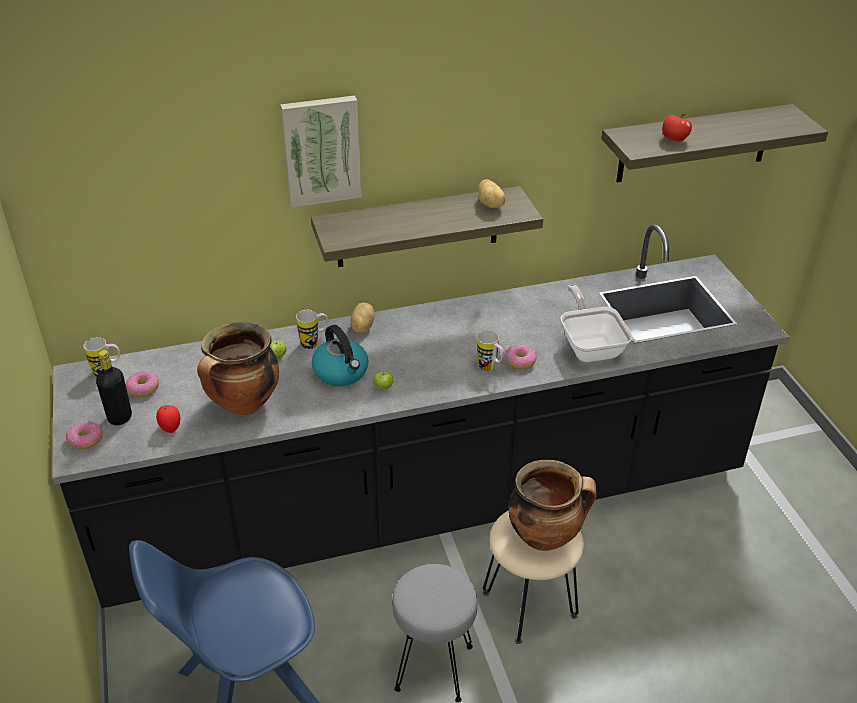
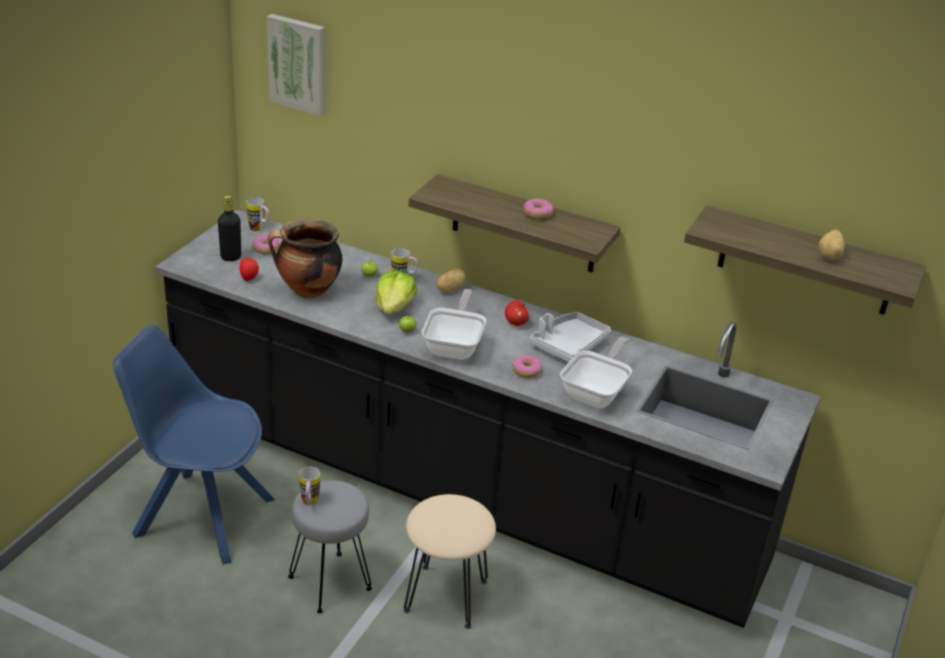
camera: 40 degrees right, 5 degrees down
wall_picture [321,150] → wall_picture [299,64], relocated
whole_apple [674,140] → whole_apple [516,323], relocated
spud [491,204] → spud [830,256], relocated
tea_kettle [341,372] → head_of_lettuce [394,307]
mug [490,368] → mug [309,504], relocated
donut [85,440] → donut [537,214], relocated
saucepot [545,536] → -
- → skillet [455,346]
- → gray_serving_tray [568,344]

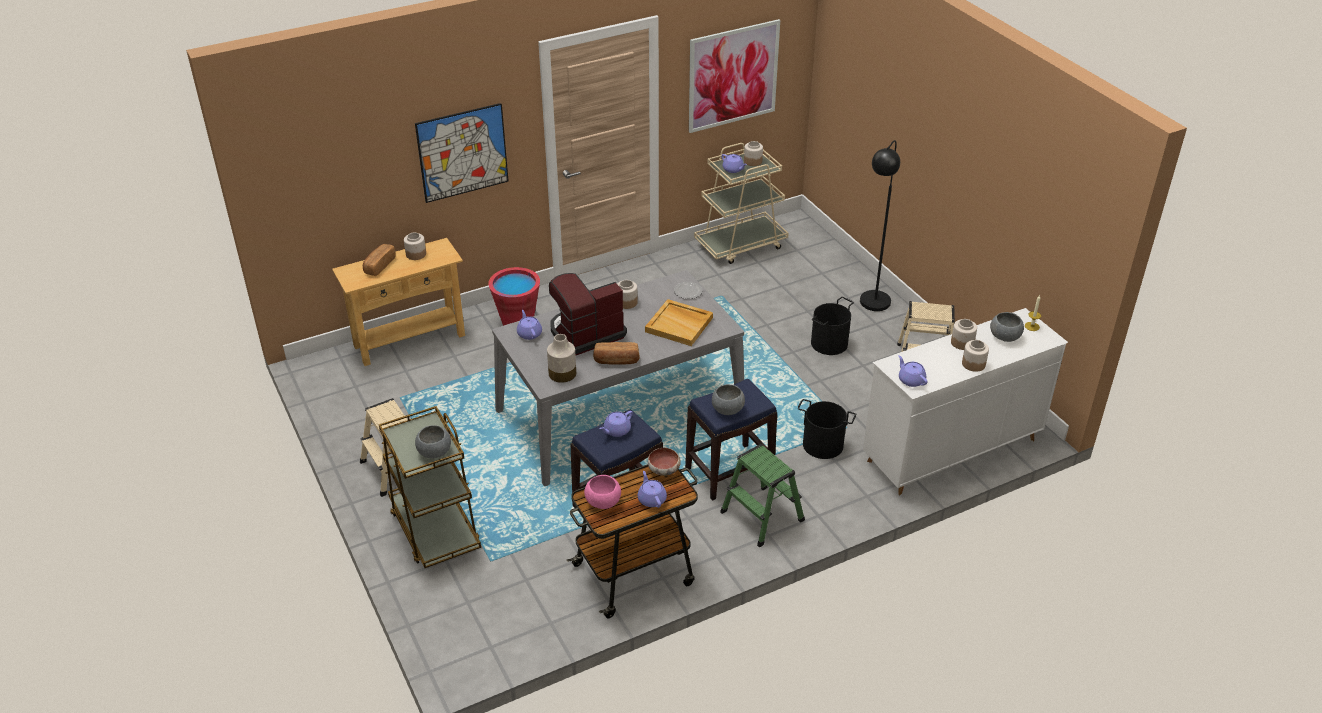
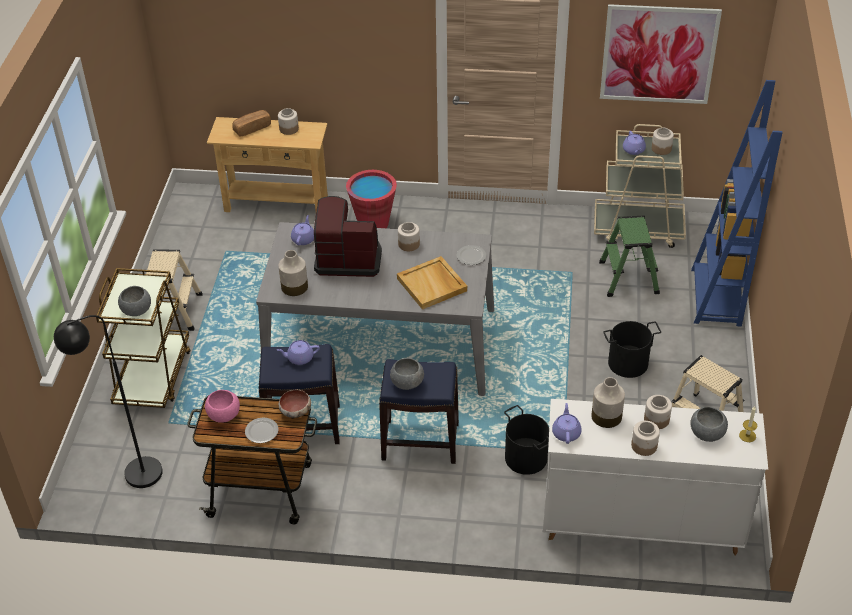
camera: 35 degrees right, 5 degrees up
wall_picture [462,153] → -
black_standard_lamp [872,307] → black_standard_lamp [132,478], relocated
bread [616,361] → -
greenish_step_stool [762,516] → greenish_step_stool [629,277], relocated
purplish_pot_for_tea [651,499] → dinner_plate [261,431]
- → bluish_bookshelf [716,297]
- → beige_vase [606,416]

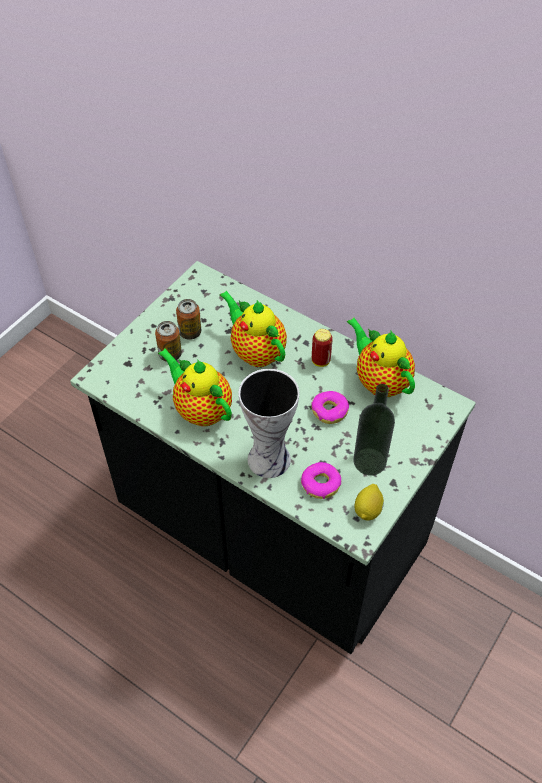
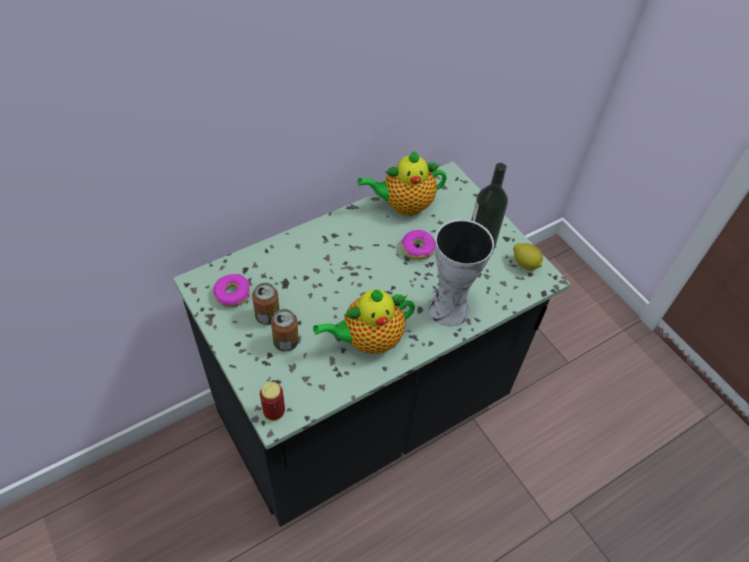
camera: 70 degrees left, 0 degrees up
pot_for_tea [256,351] → -
sealed_can [320,361] → sealed_can [274,412], relocated
donut [320,484] → donut [232,294], relocated

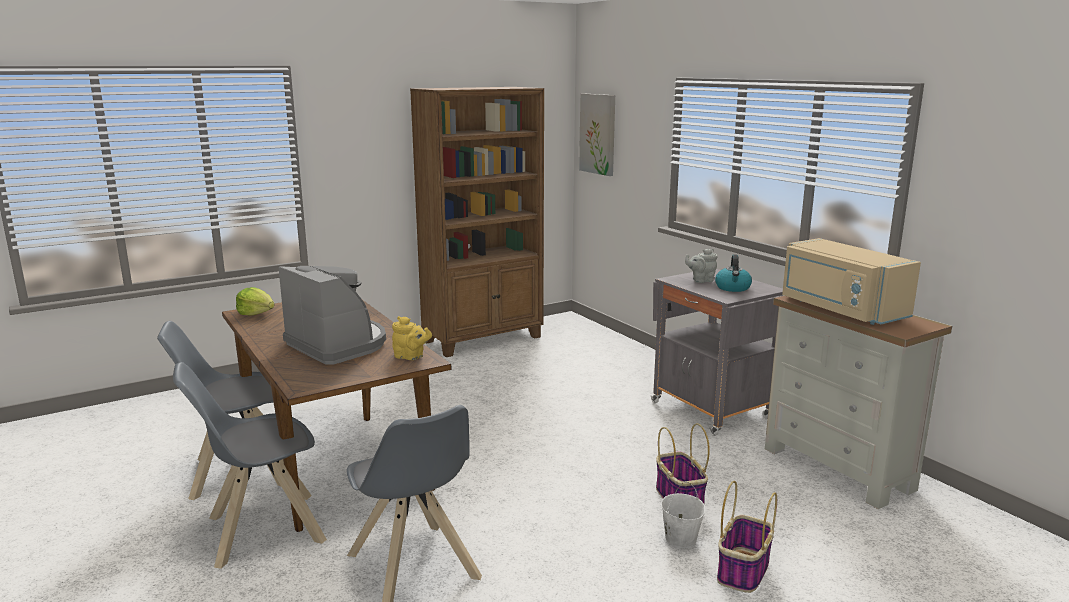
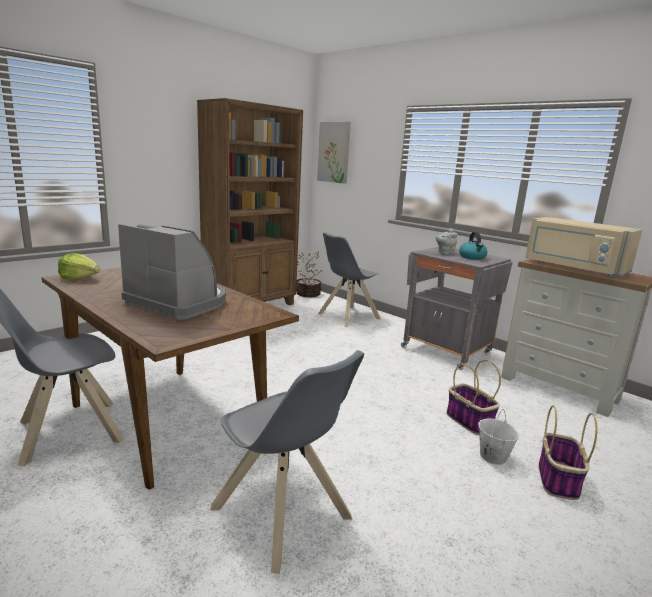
camera: 15 degrees left, 0 degrees up
yellowish_pot_for_tea [411,357] → -
gray_chair [262,530] → gray_chair [347,316], relocated
- → plant_in_a_pot [308,294]

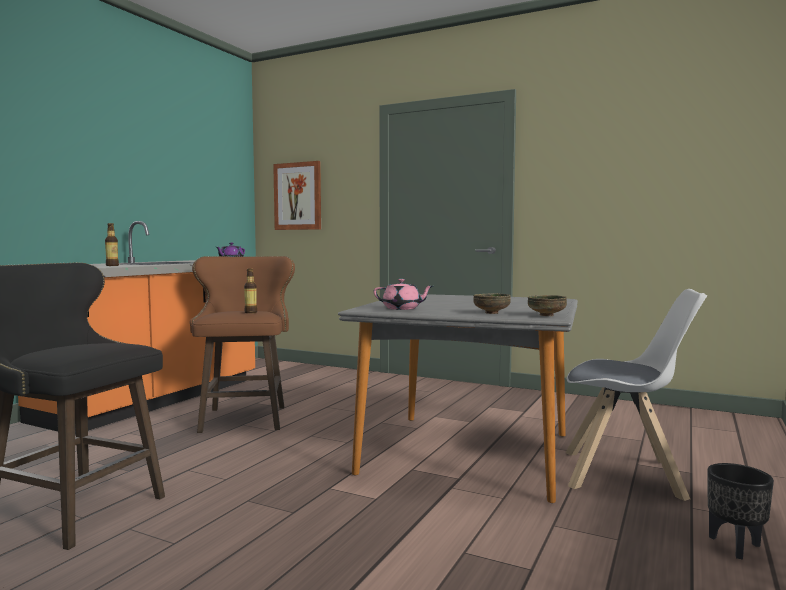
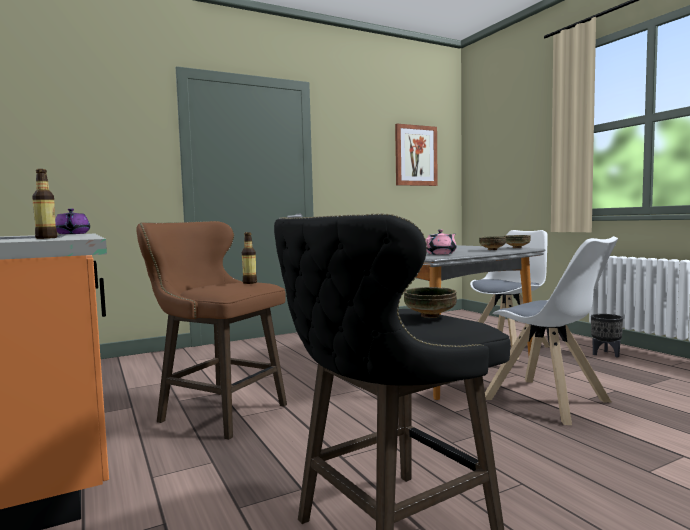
camera: 55 degrees left, 0 degrees up
wall_picture [298,196] → wall_picture [415,155], relocated
- → chair [549,402]
- → bowl [430,316]

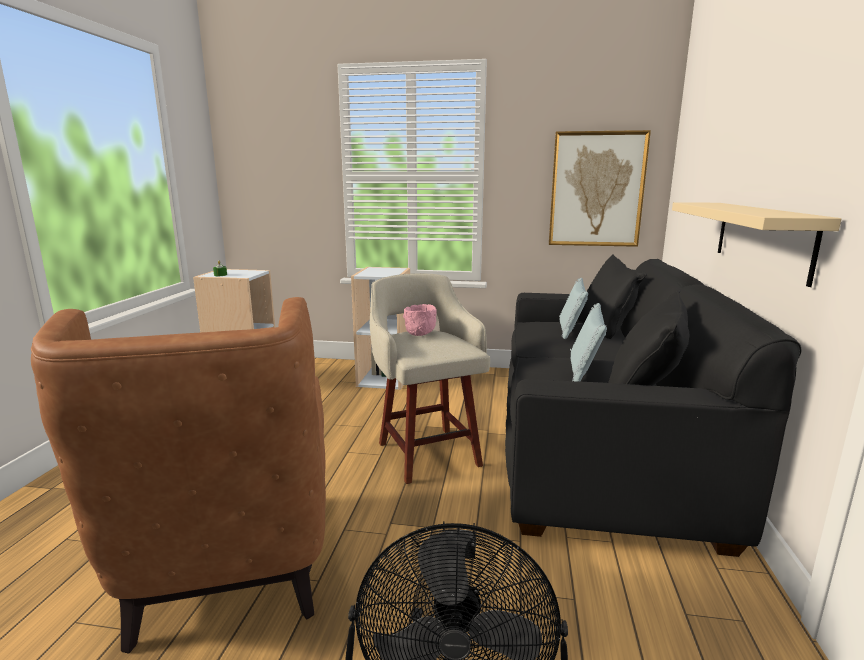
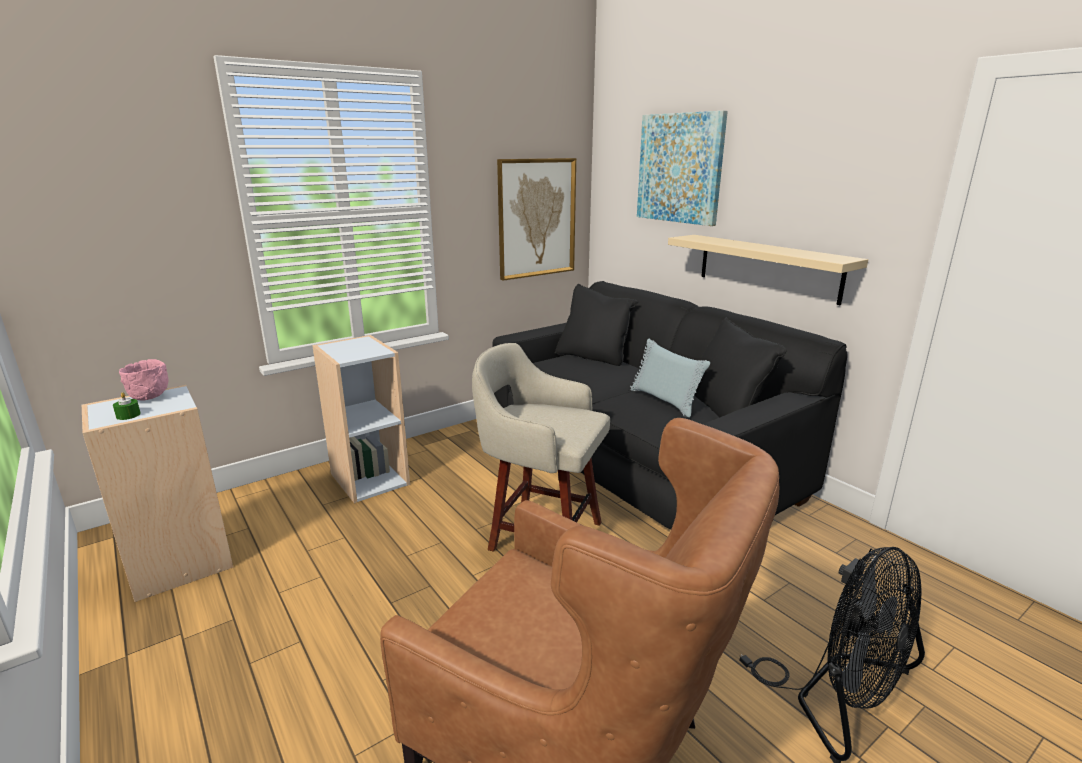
camera: 45 degrees left, 5 degrees up
bluish_pillow [571,329] → -
pinkish_bowl [421,335] → pinkish_bowl [151,397], relocated
- → wall_picture [680,168]

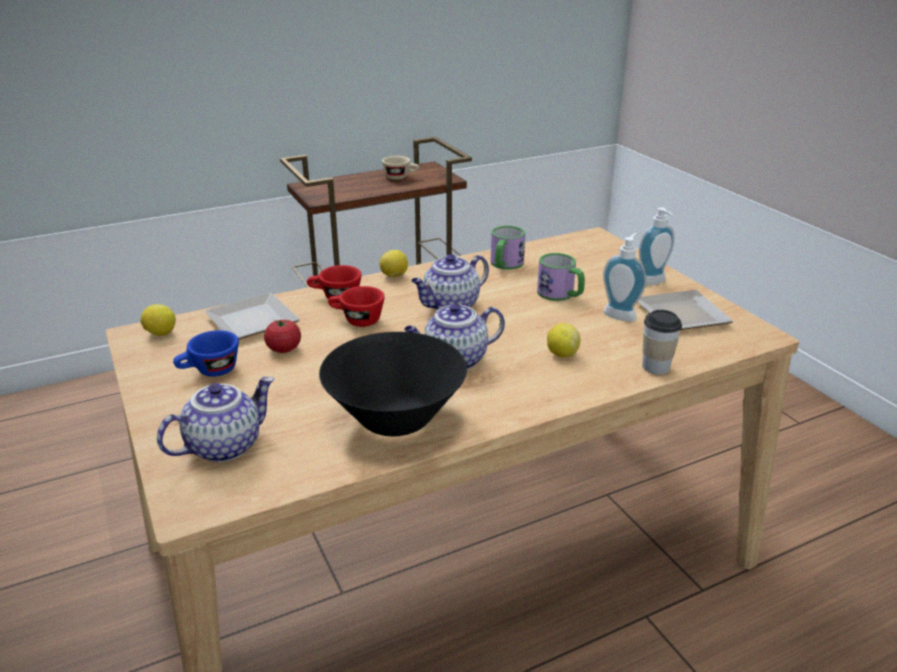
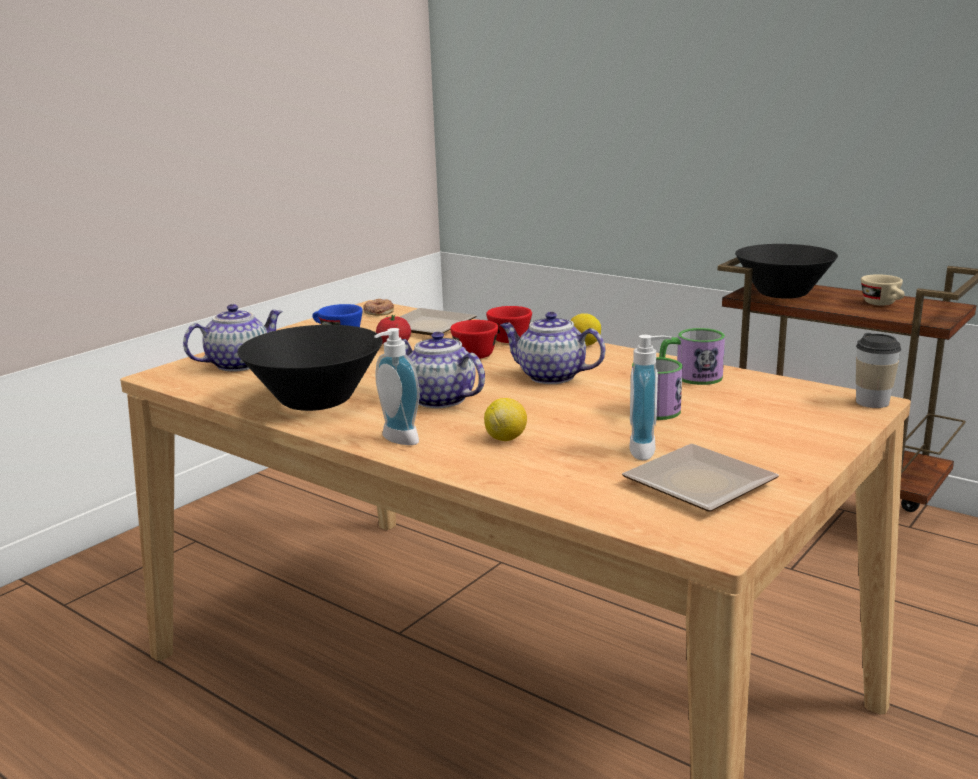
camera: 65 degrees right, 10 degrees down
liquid_soap_bottle [653,283] → liquid_soap_bottle [396,440], relocated
lemon [160,334] → donut [378,311]
drinking_cup [656,367] → drinking_cup [872,402], relocated
pot_for_tea [224,445] → pot_for_tea [238,364], 60 degrees counterclockwise
- → black_bowl [783,294]

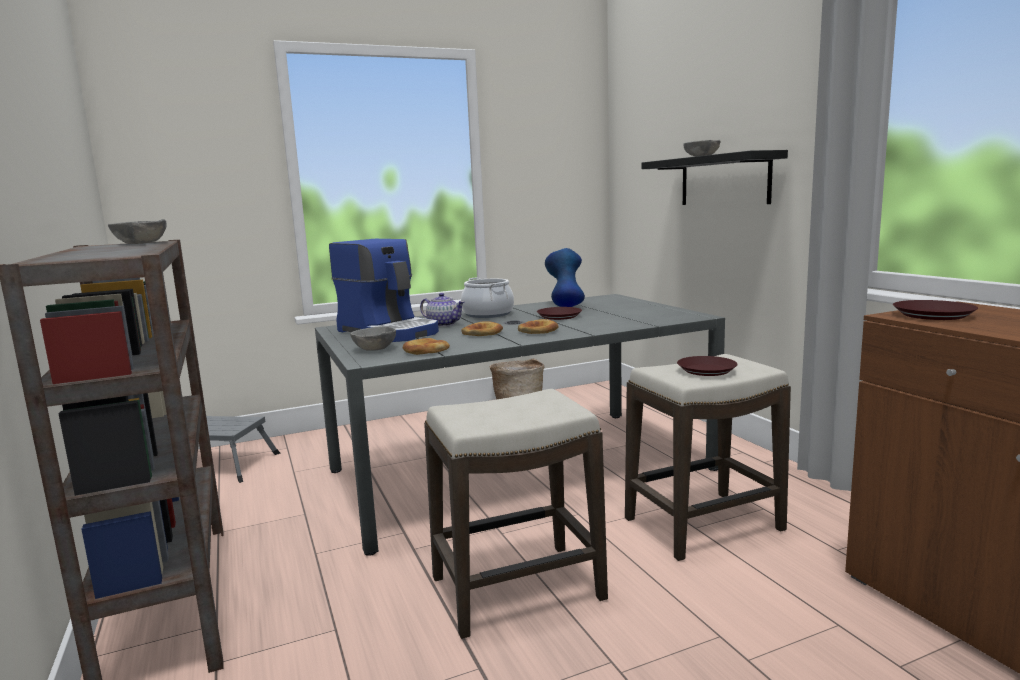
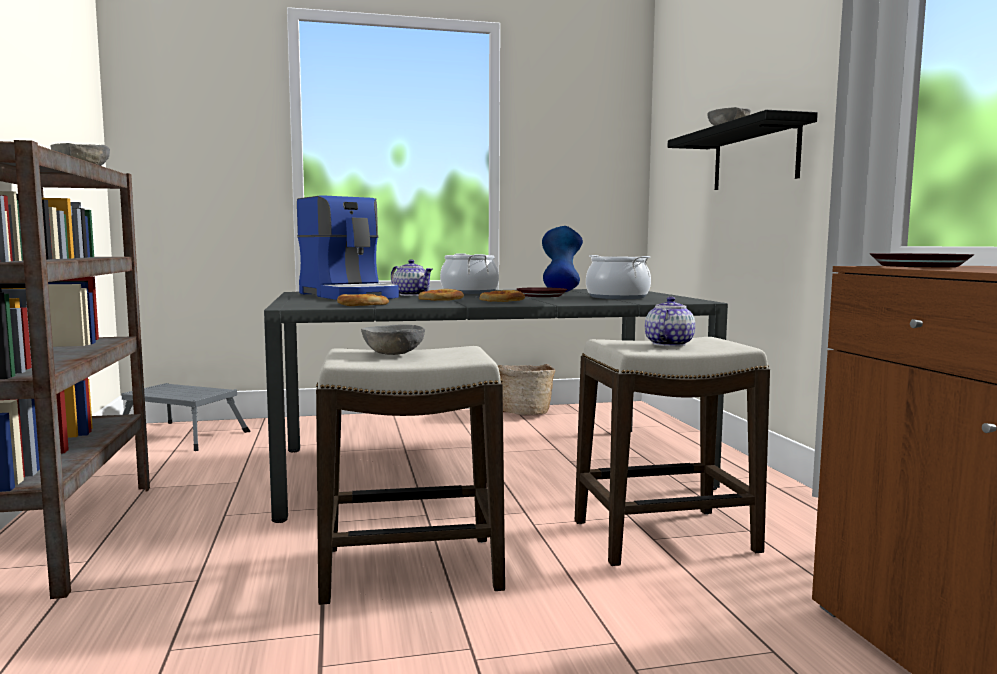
camera: 10 degrees right, 5 degrees down
gray_bowl [375,349] → gray_bowl [393,354], relocated
brownish_dinner_plate [706,370] → pot_for_tea [668,344]
- → saucepot [617,297]

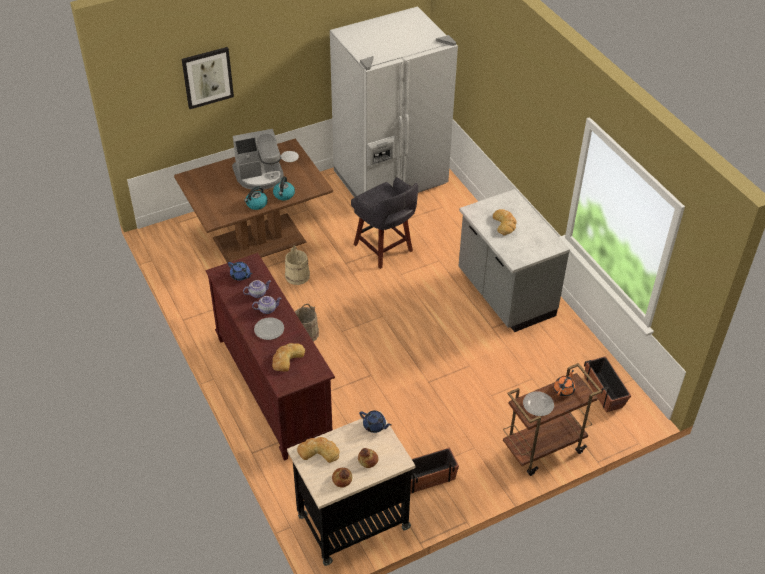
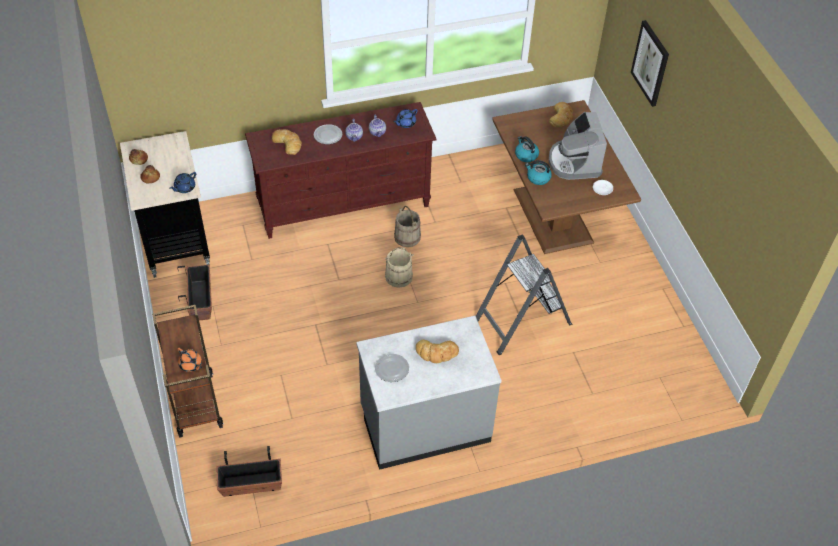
camera: 100 degrees right, 5 degrees up
white_refrigerator [391,178] → -
gray_sitting_stool [384,249] → gray_step_stool [521,321]
beige_pail [297,276] → beige_pail [398,276], relocated
dinner_plate [538,404] → dinner_plate [391,369], relocated
bread [318,451] → bread [561,117], relocated

